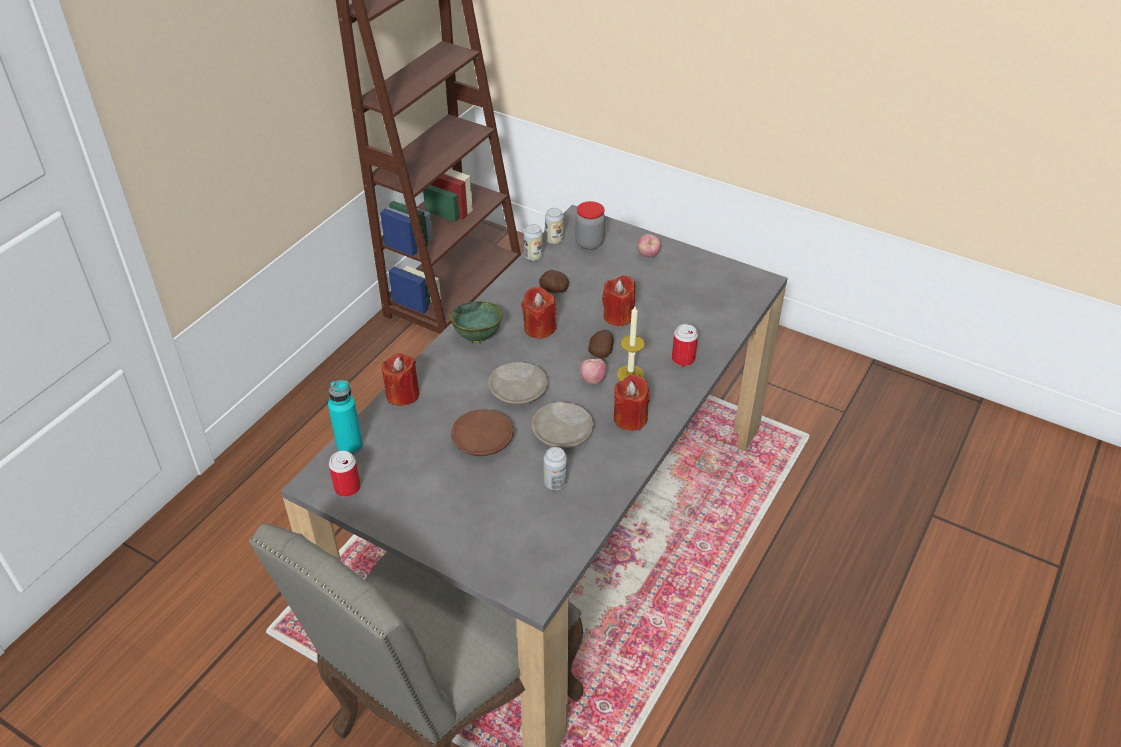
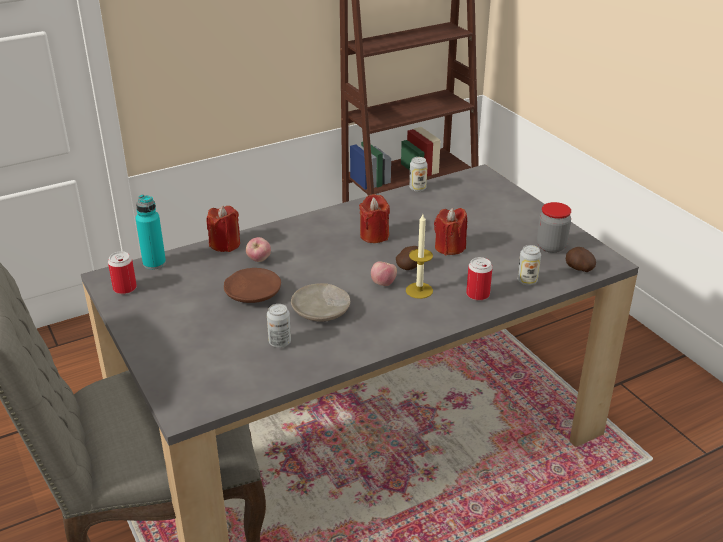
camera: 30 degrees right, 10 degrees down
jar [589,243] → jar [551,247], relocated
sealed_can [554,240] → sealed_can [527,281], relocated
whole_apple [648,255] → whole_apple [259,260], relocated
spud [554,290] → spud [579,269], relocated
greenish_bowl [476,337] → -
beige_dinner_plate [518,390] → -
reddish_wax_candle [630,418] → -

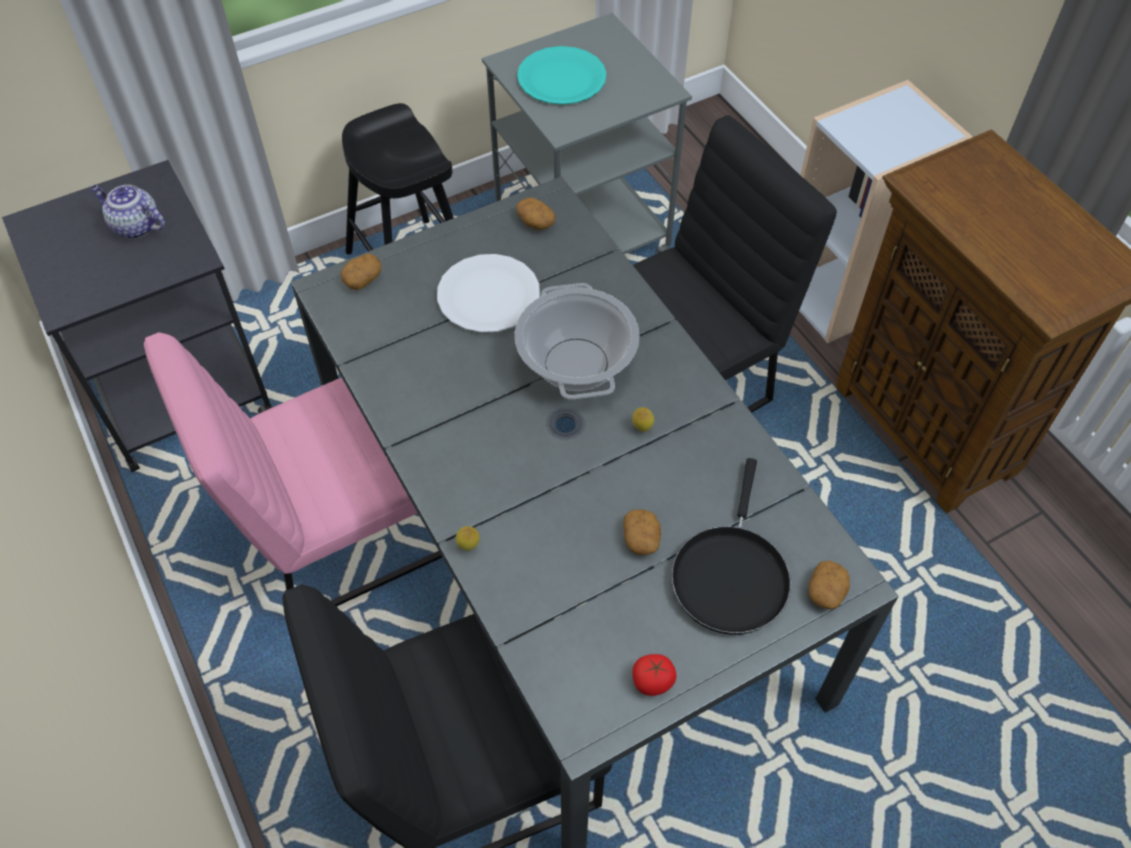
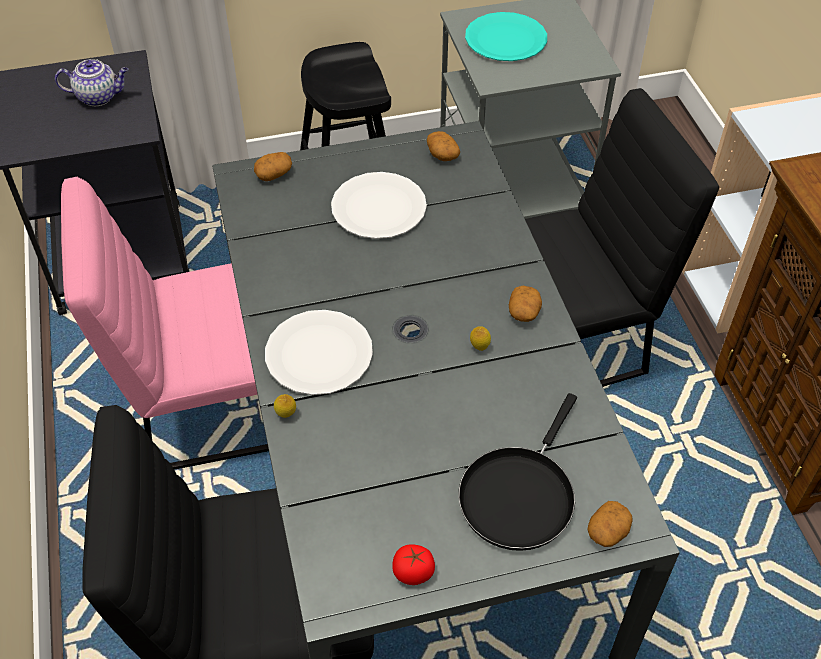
camera: 15 degrees right, 5 degrees down
pot_for_tea [135,226] → pot_for_tea [99,97], 135 degrees clockwise
saucepot [577,365] → -
spud [641,539] → spud [524,312], relocated
- → white_dinner_plate [319,354]

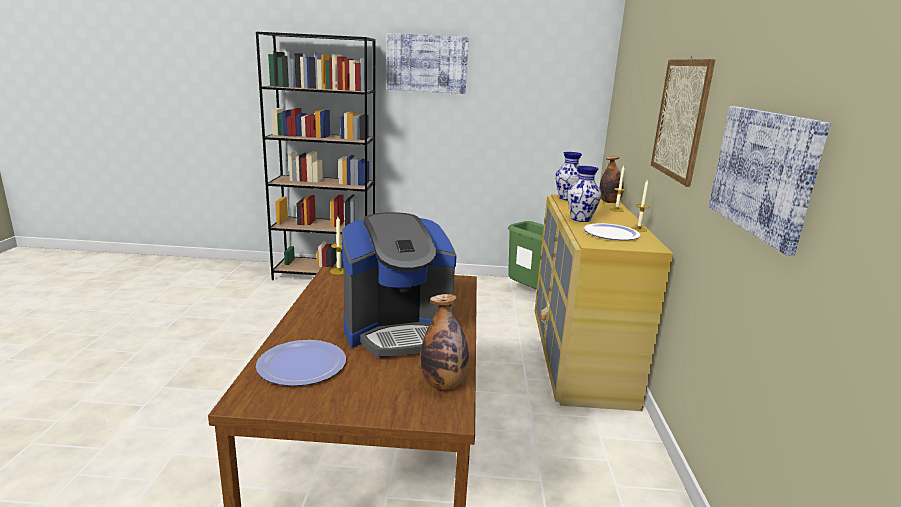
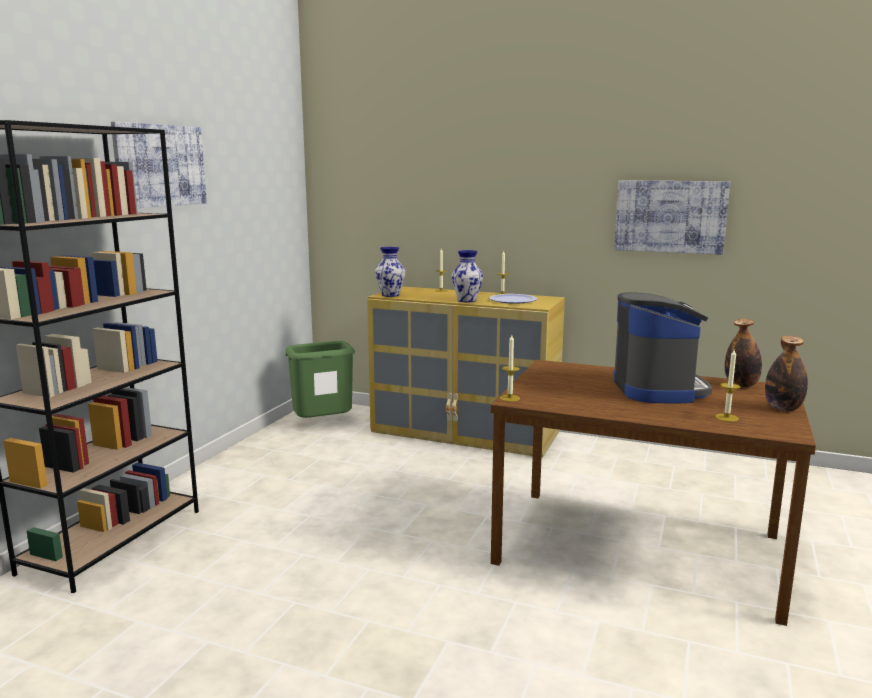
camera: 70 degrees left, 5 degrees down
wall_picture [681,117] → -
beverage_bottle [609,202] → beverage_bottle [783,408], relocated
dinner_plate [301,364] → wax_candle [726,417]

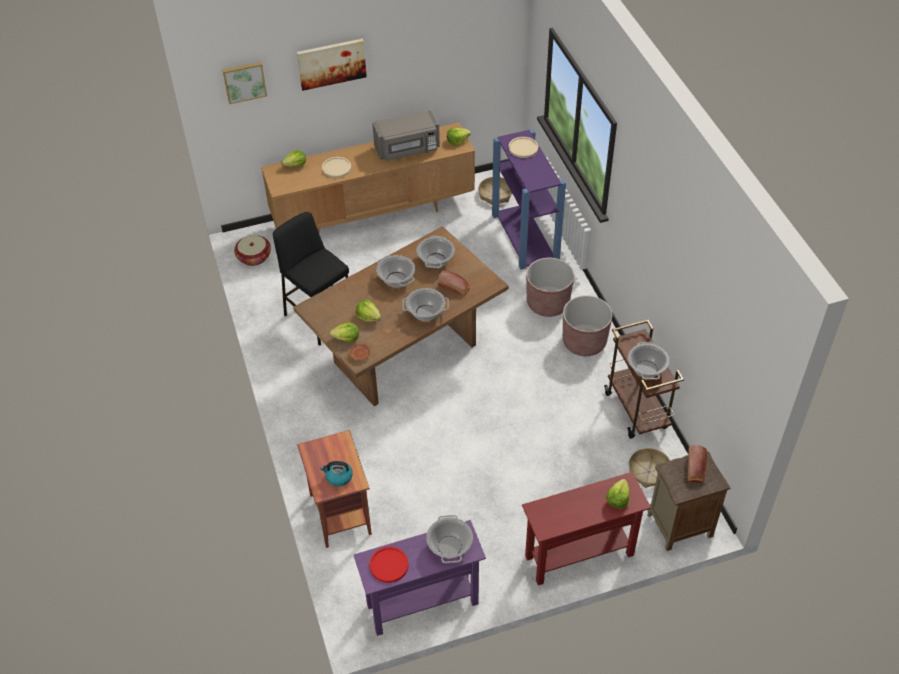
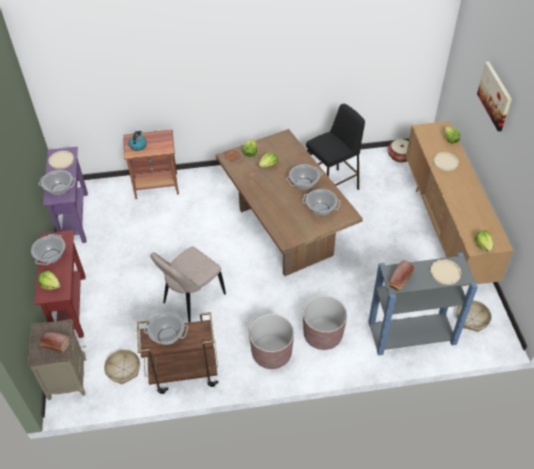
camera: 100 degrees right, 0 degrees up
wall_picture [244,81] → -
gray_microwave_oven [407,149] → -
purplish_bookshelf [525,237] → gray_bookshelf [411,333]
bread [455,288] → bread [399,280], relocated
saucepot [425,313] → saucepot [51,256], relocated
reddish_dinner_plate [389,565] → beige_dinner_plate [61,160]
- → beige_chair [192,300]

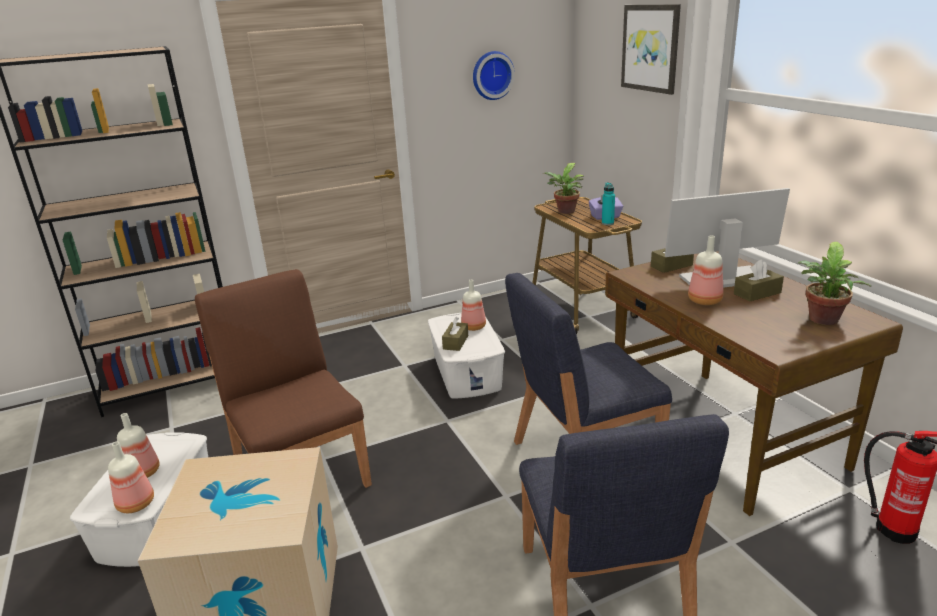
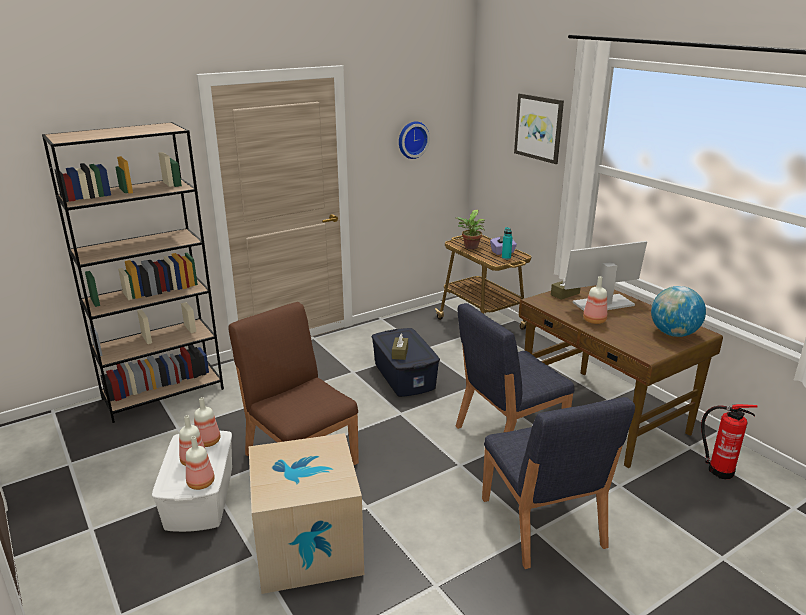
camera: 10 degrees left, 0 degrees up
plant_in_a_pot [823,321] → desk_globe [673,333]
brownish_tissue_holder [757,293] → -
beverage_bottle [474,327] → beverage_bottle [209,441], relocated
white_storage_container [467,372] → bluish_storage_container [404,376]

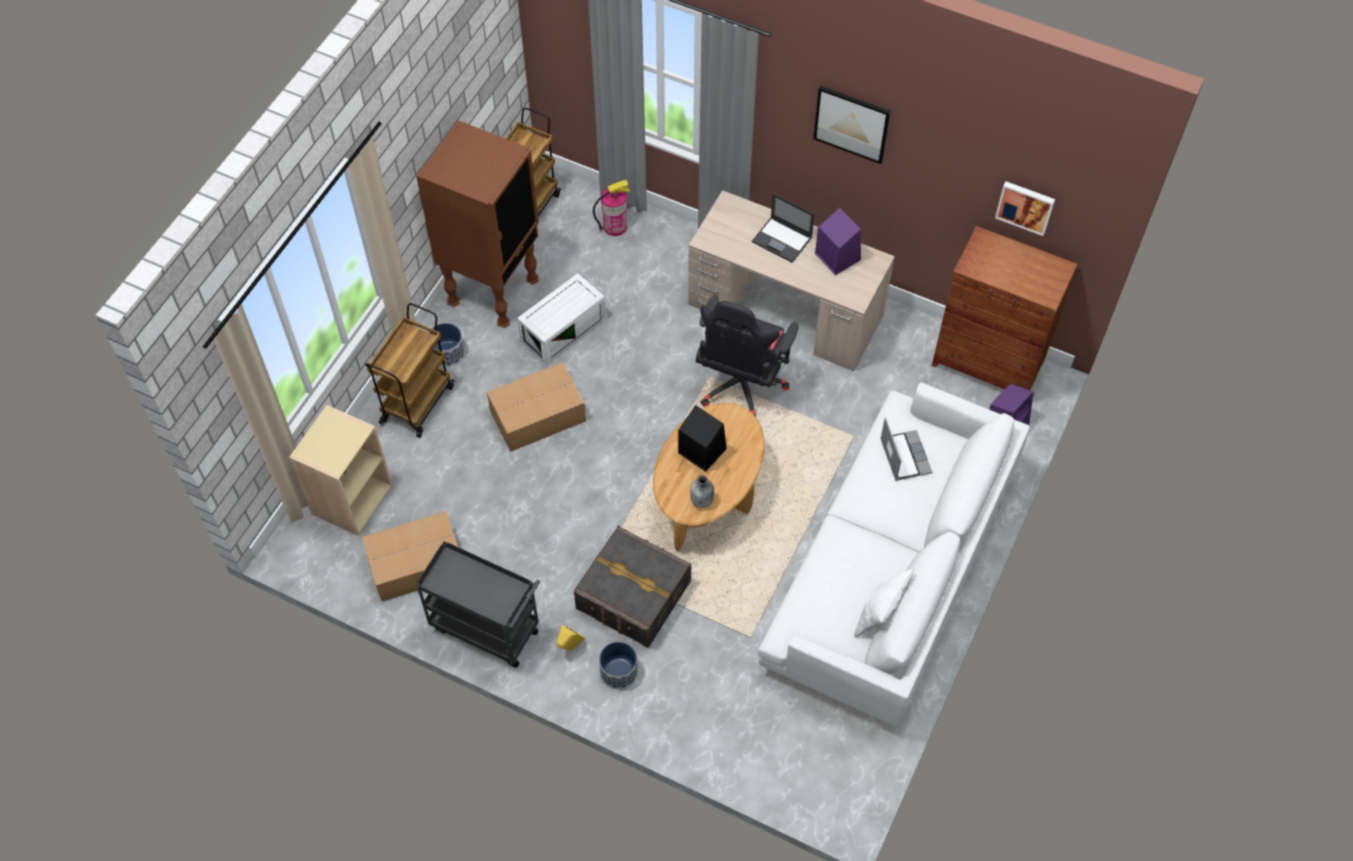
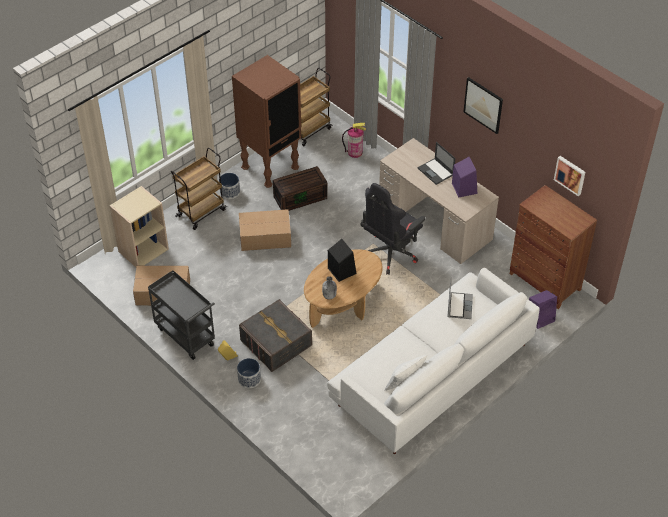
camera: 20 degrees right, 10 degrees down
white_storage_container [563,328] → brownish_storage_container [300,197]

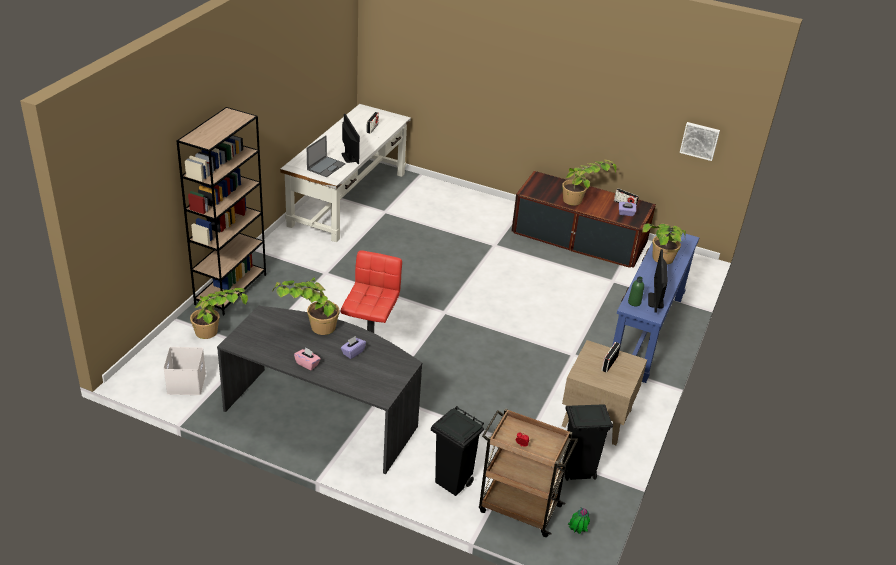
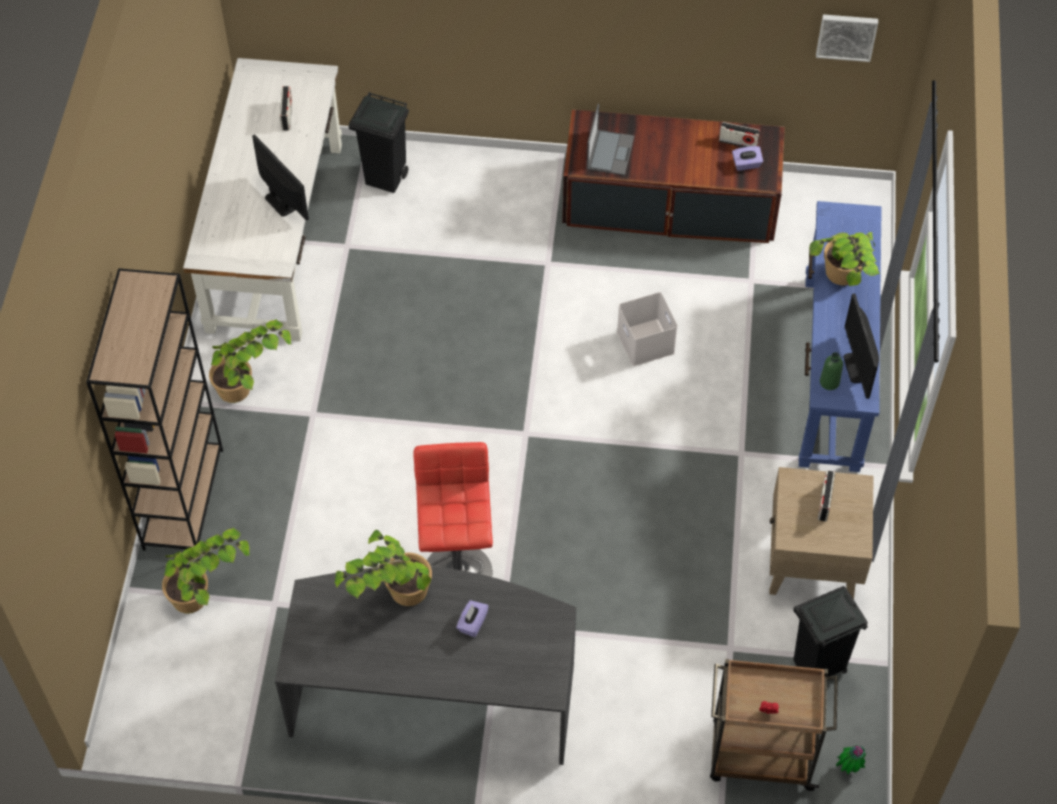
camera: 15 degrees left, 20 degrees up
laptop [326,166] → laptop [610,152], relocated
plant_in_a_pot [582,201] → plant_in_a_pot [251,386], relocated
white_storage_container [186,382] → white_storage_container [644,342], relocated
pinkish_tissue_holder [307,364] → -
black_waste_bin [453,483] → black_waste_bin [386,179], relocated

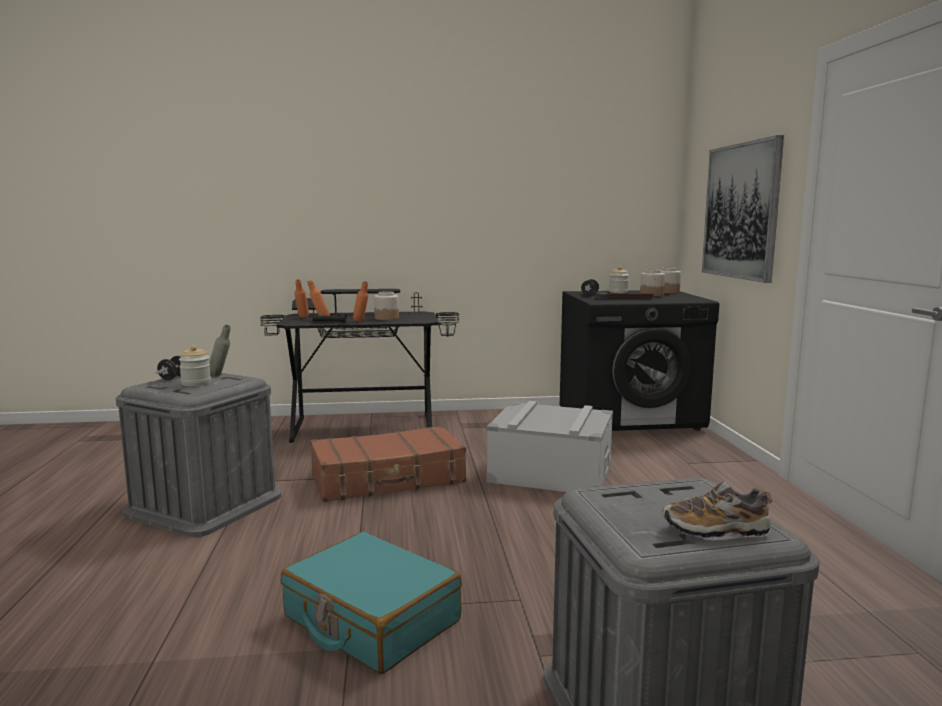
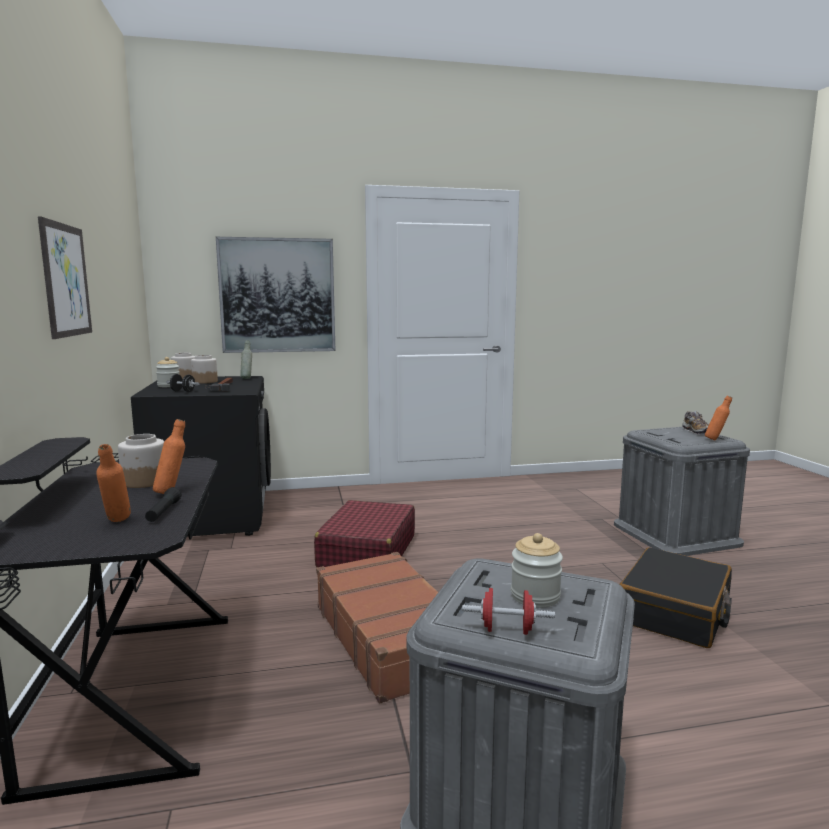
camera: 95 degrees left, 0 degrees up
orangey_beverage_bottle [302,318] → orangey_beverage_bottle [716,440], relocated
gray_beverage_bottle [221,376] → gray_beverage_bottle [247,378], relocated
black_dumbbell [173,378] → reddish_dumbbell [507,630]
gray_storage_container [550,473] → reddish_suitcase [367,551]
turquoise-coloured_suitcase [371,619] → black_suitcase [675,612]
- → wall_picture [66,280]

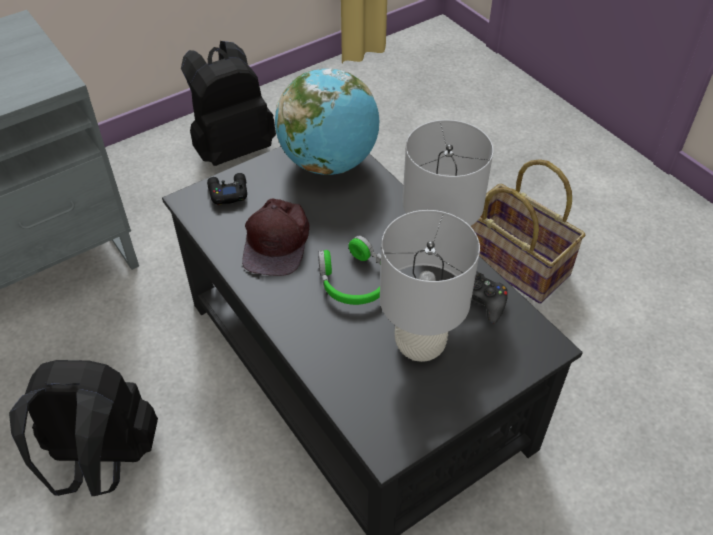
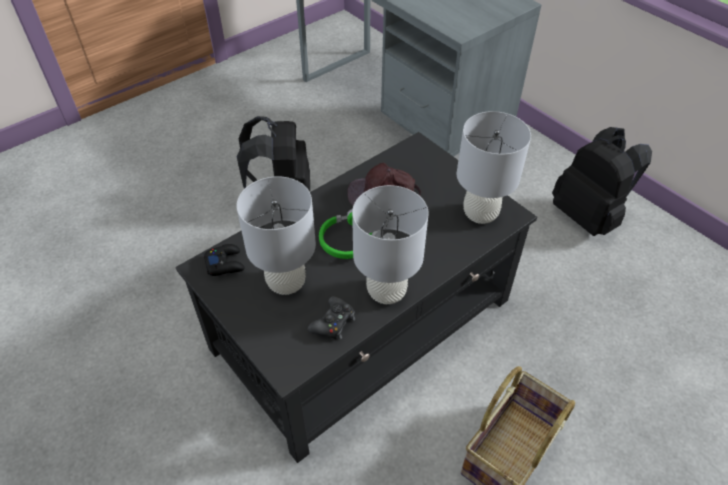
camera: 85 degrees right, 0 degrees up
desk_globe [329,163] → gray_lamp_for_a_table [480,216]
black_gamepad [228,192] → black_gamepad [225,263], relocated

